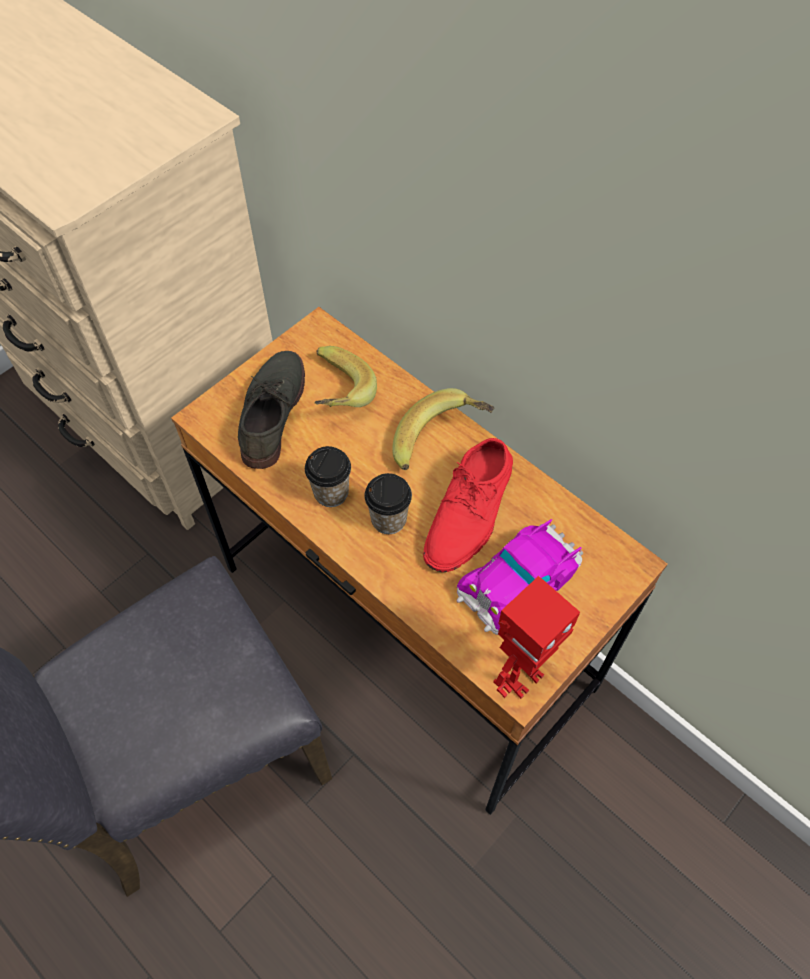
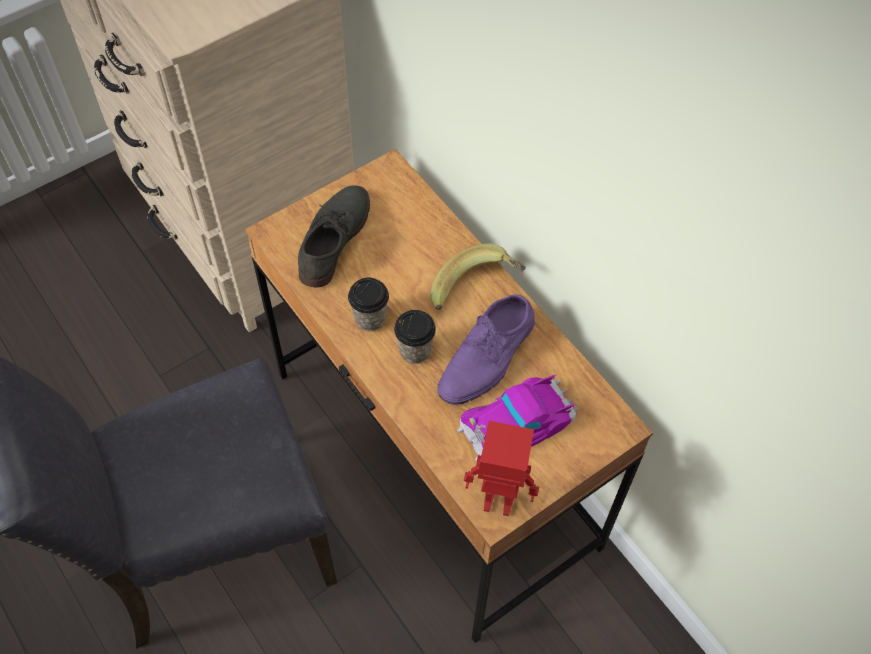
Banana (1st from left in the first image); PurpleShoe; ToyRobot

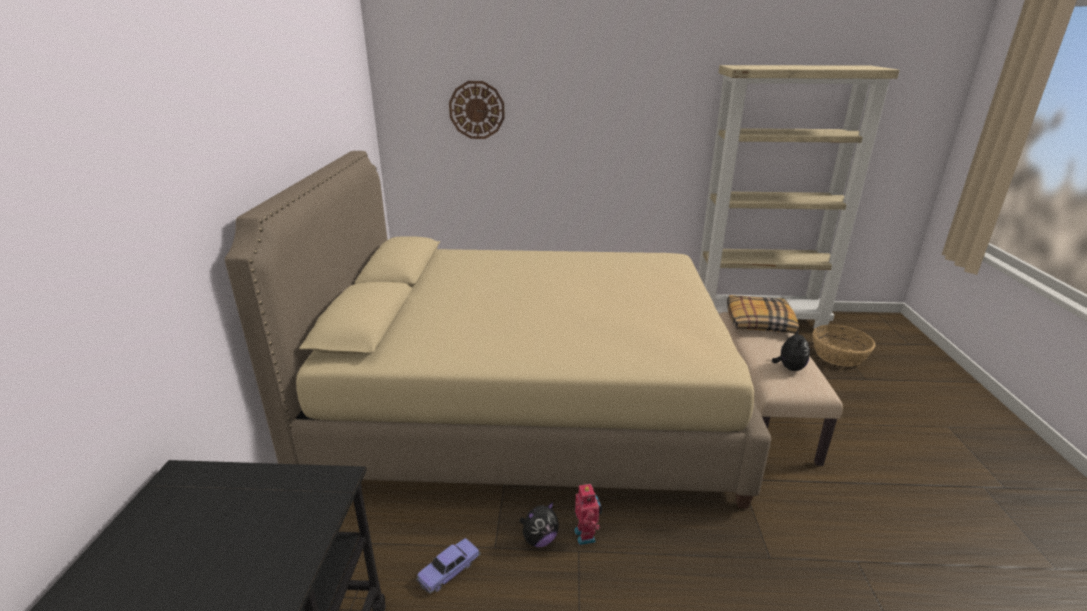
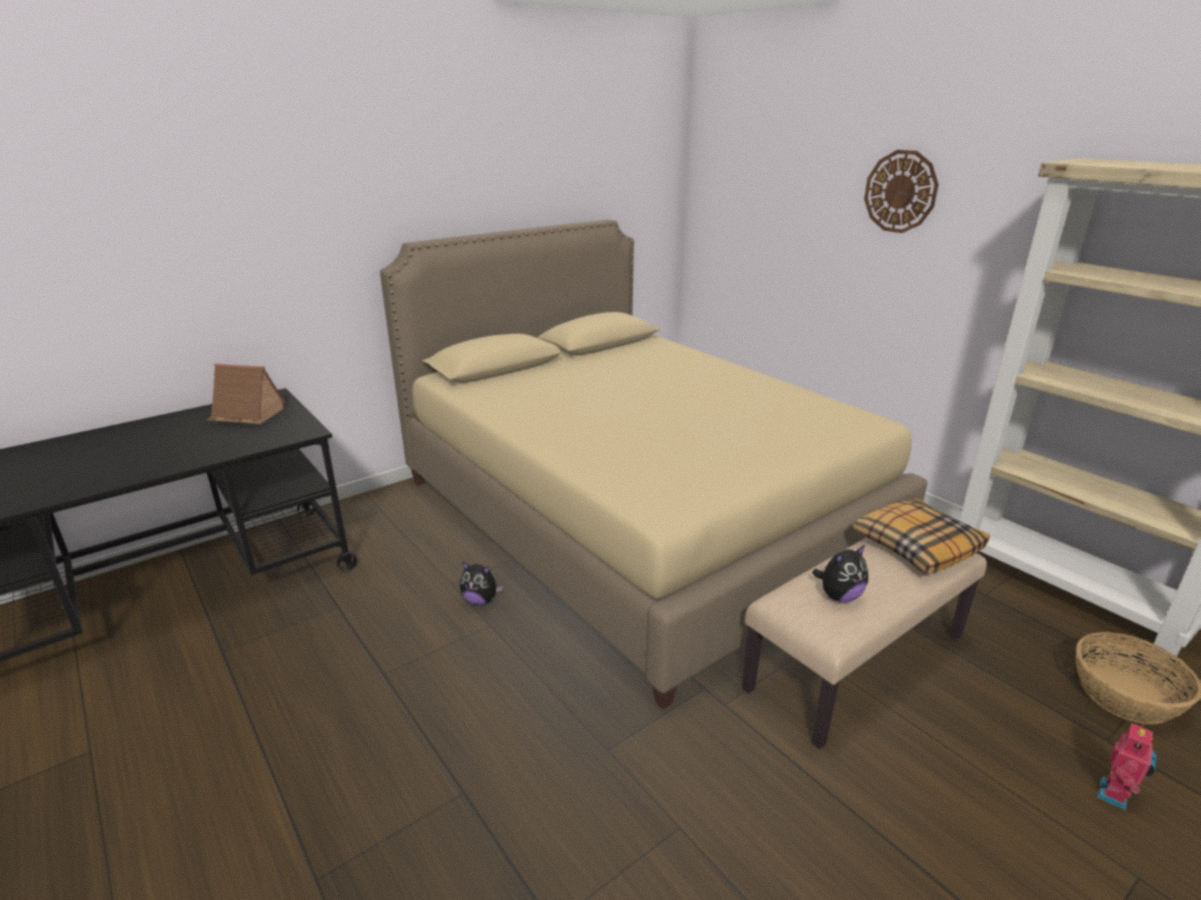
ToyCar; ToyHouse; WallClock; ToyRobot

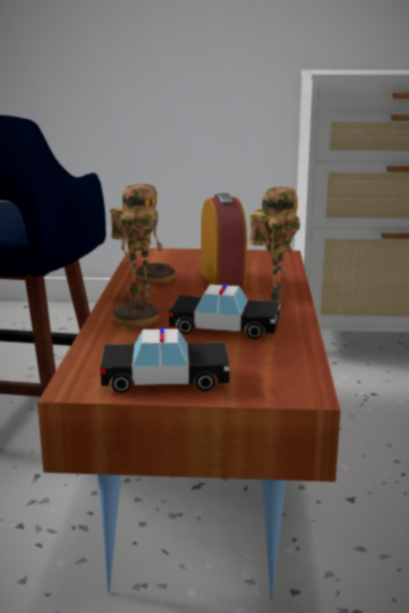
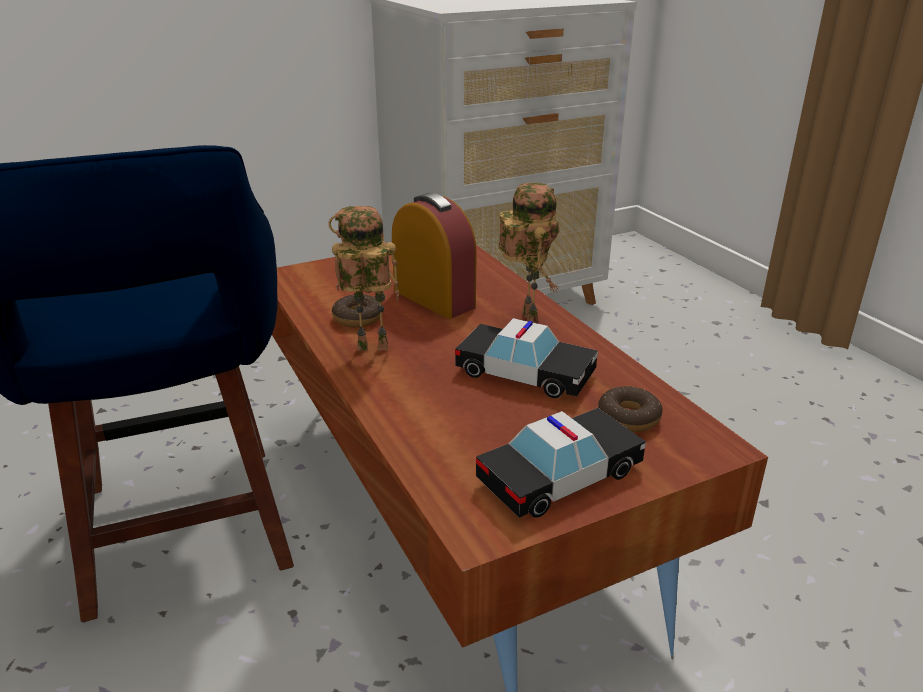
Donut (2nd from left); ToyRobot (1st from left); ToyCar (1st from left)

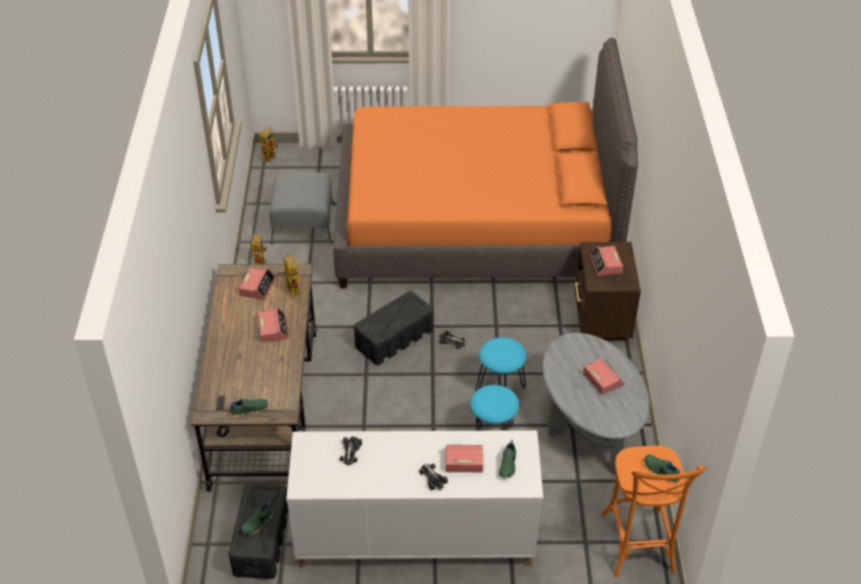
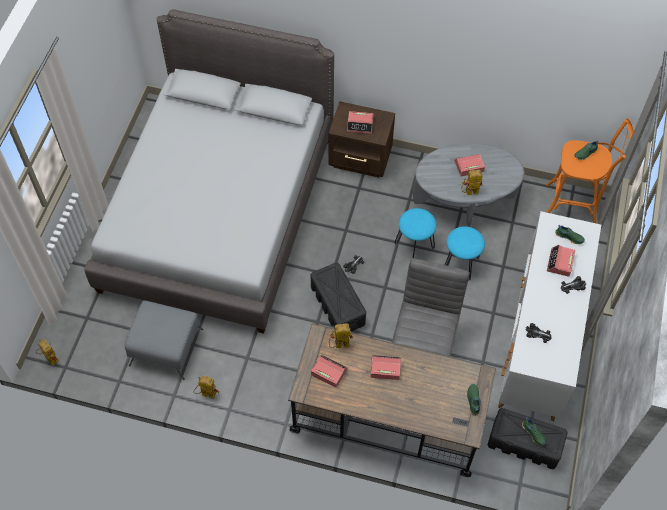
GreyChair; ToyRobot (4th from left); GreyBed

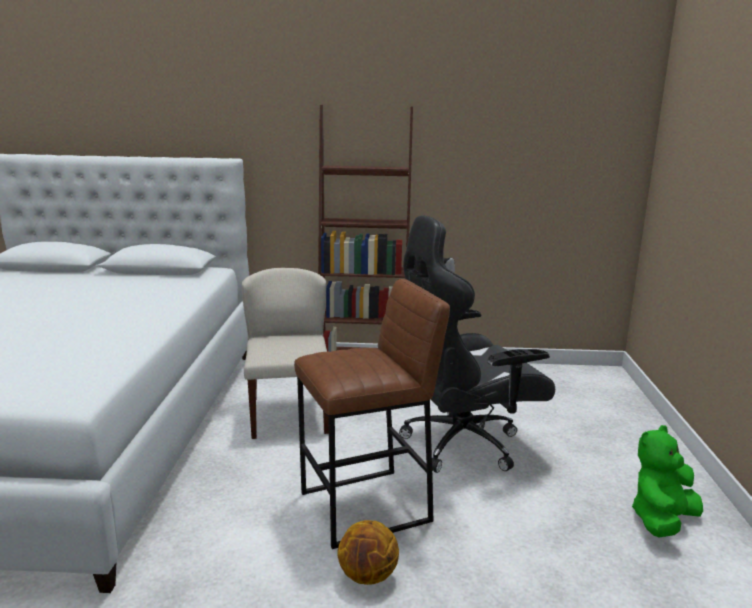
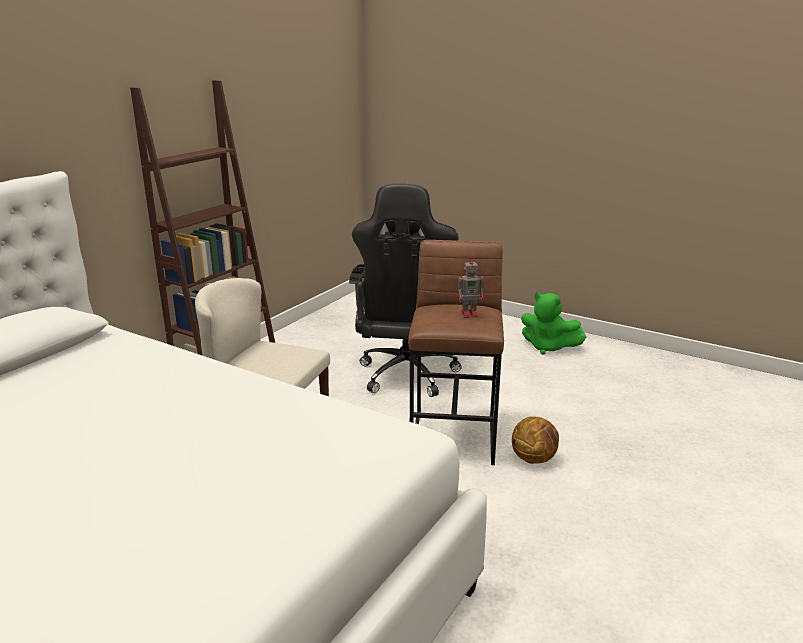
ToyRobot; GreenPlushToy

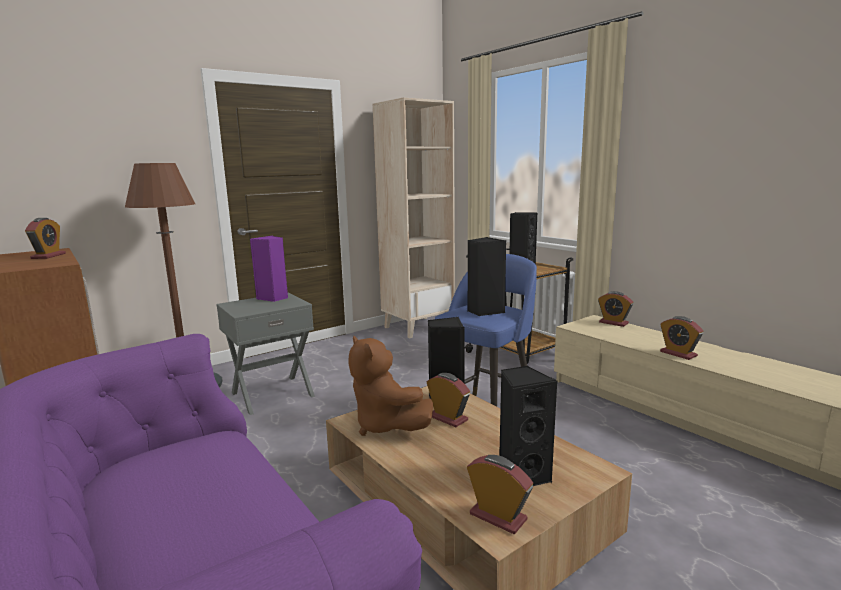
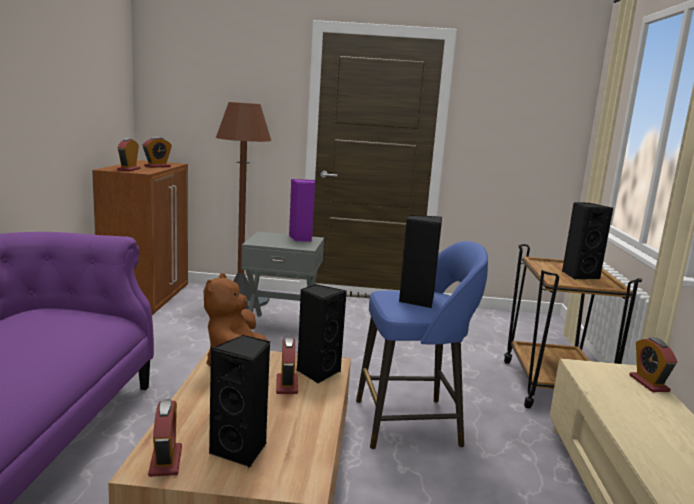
BeigeBookcase; AlarmClock (1st from left)

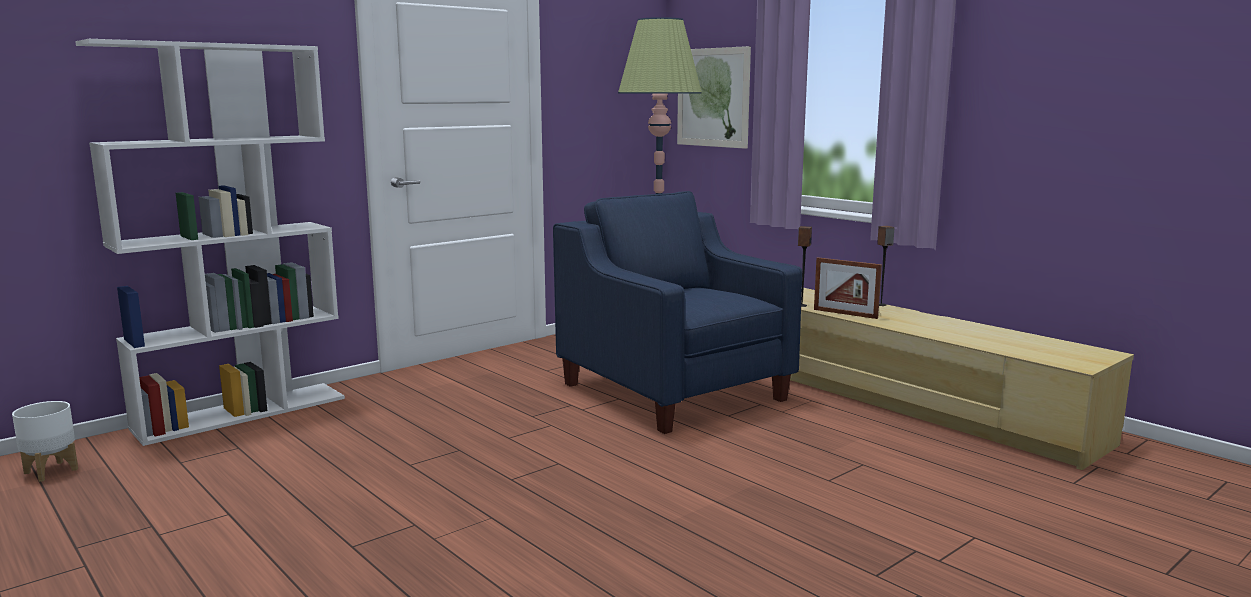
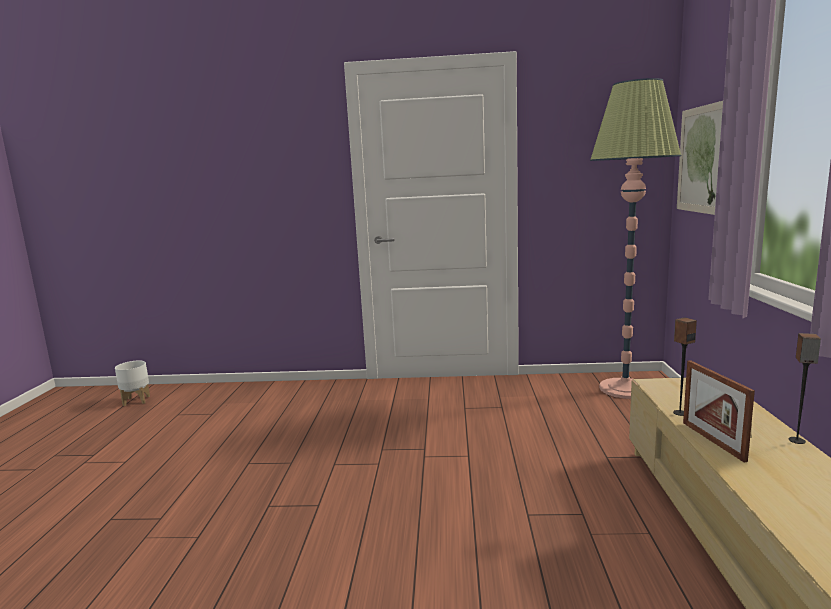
WhiteBookcase; BlueArmchair

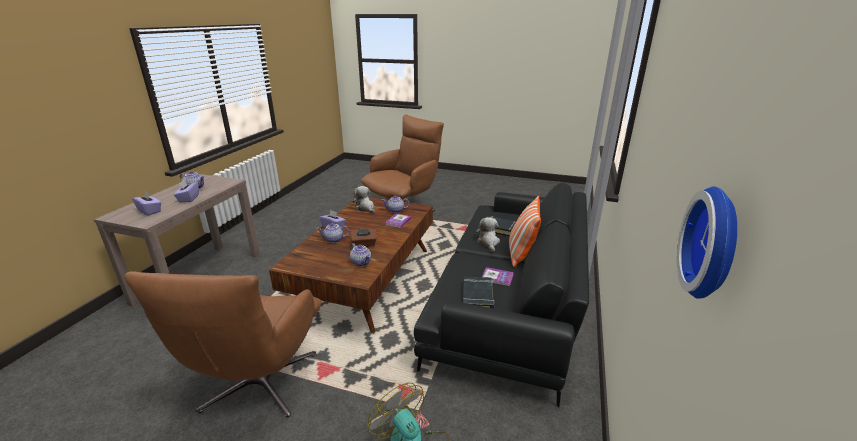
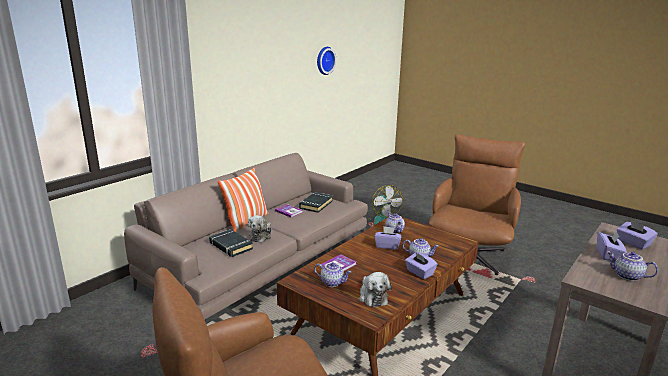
PurpleTissueBox (1st from left); BeigeSofa

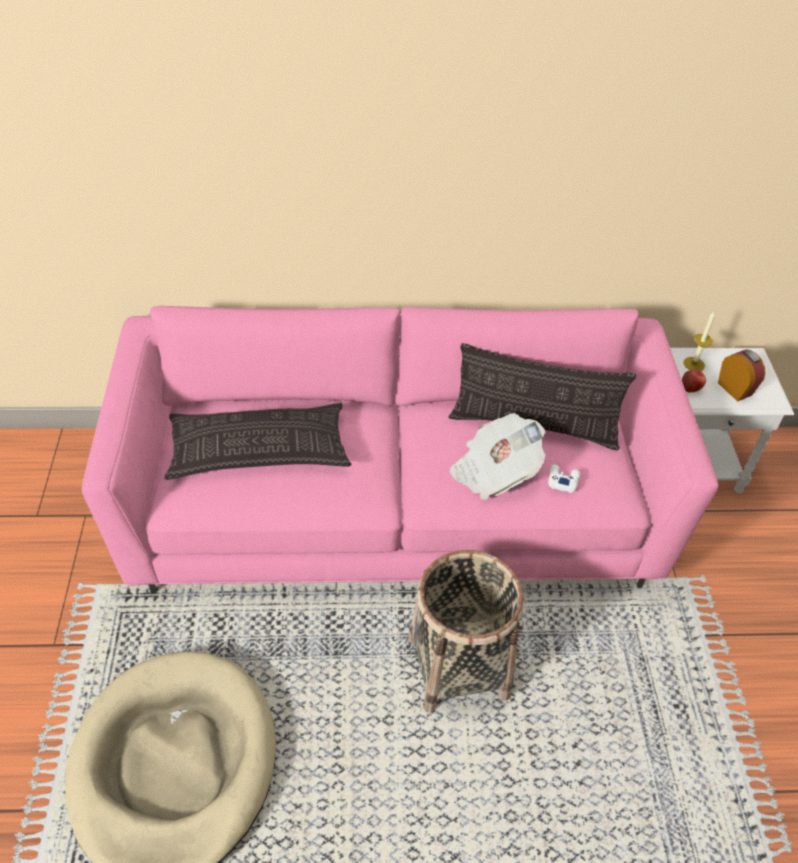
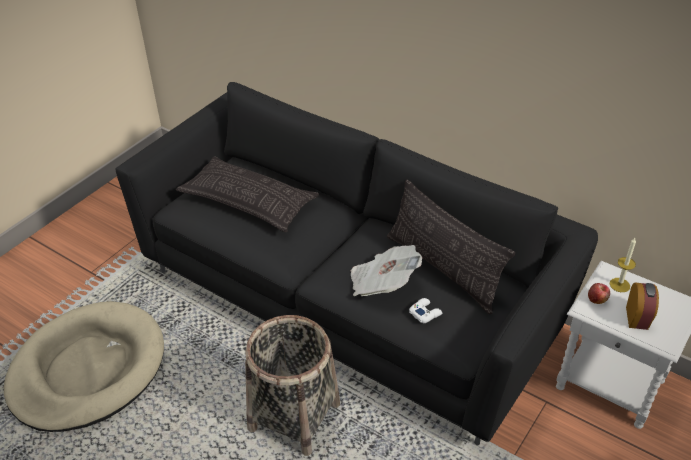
BlackSofa

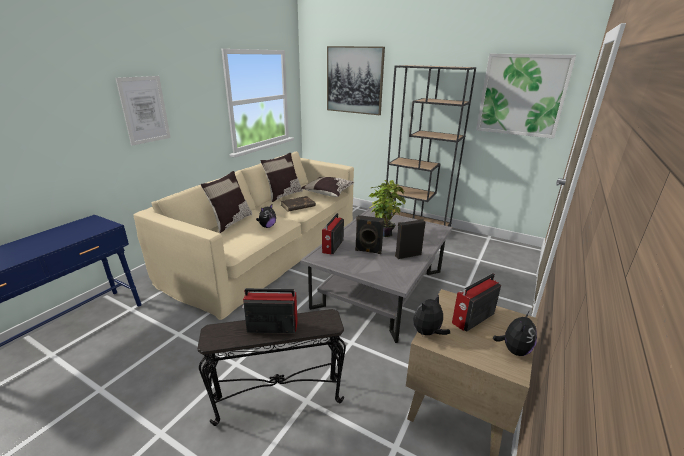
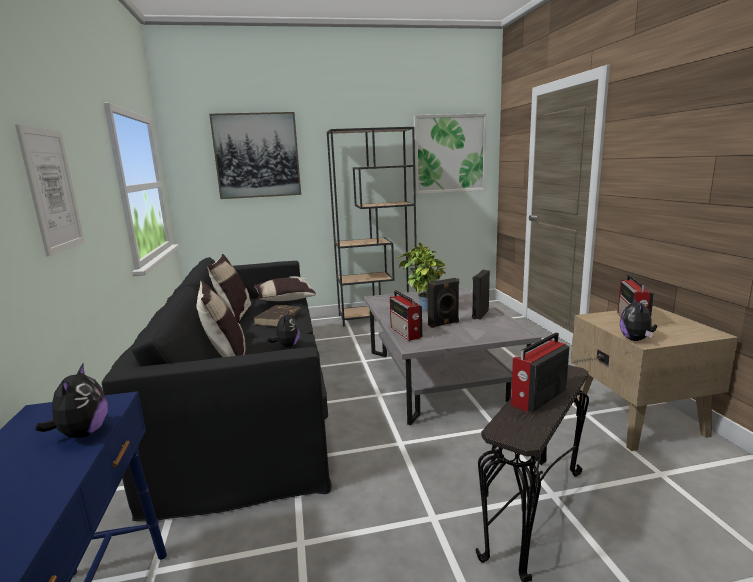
PlushToy (1st from left); BlackSofa

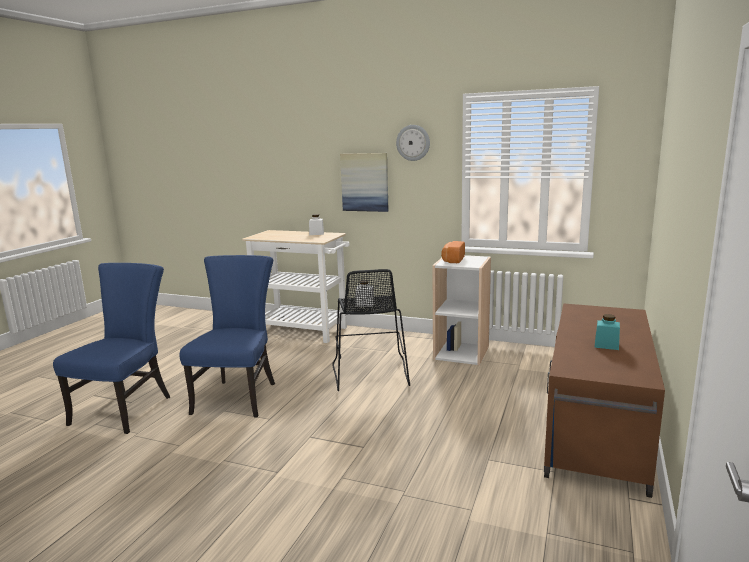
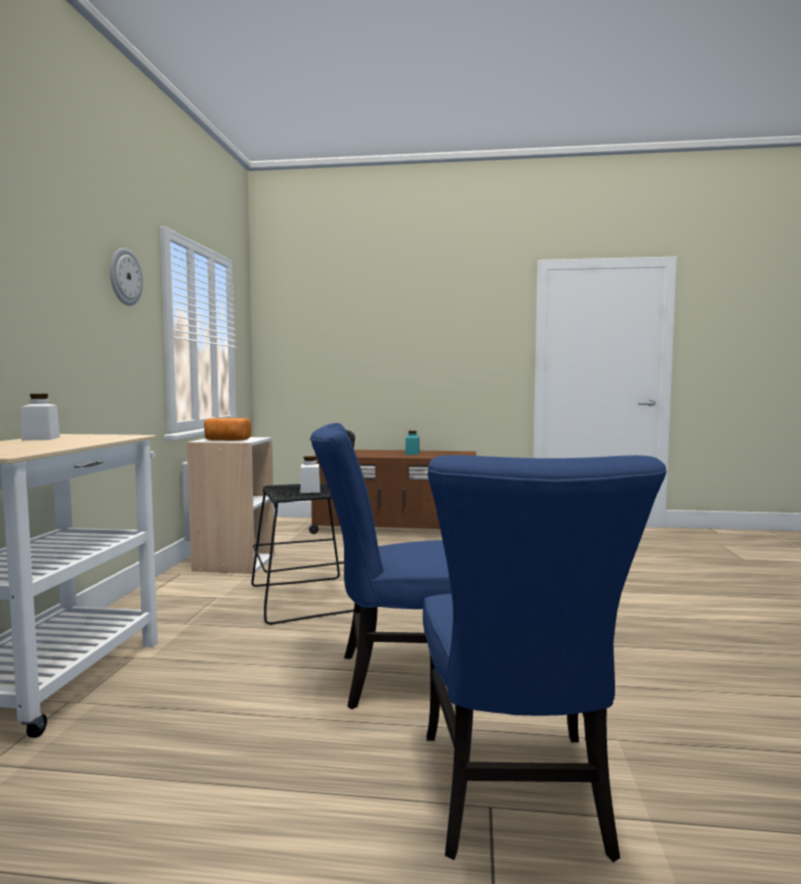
Picture; BlueChair (2nd from left)

